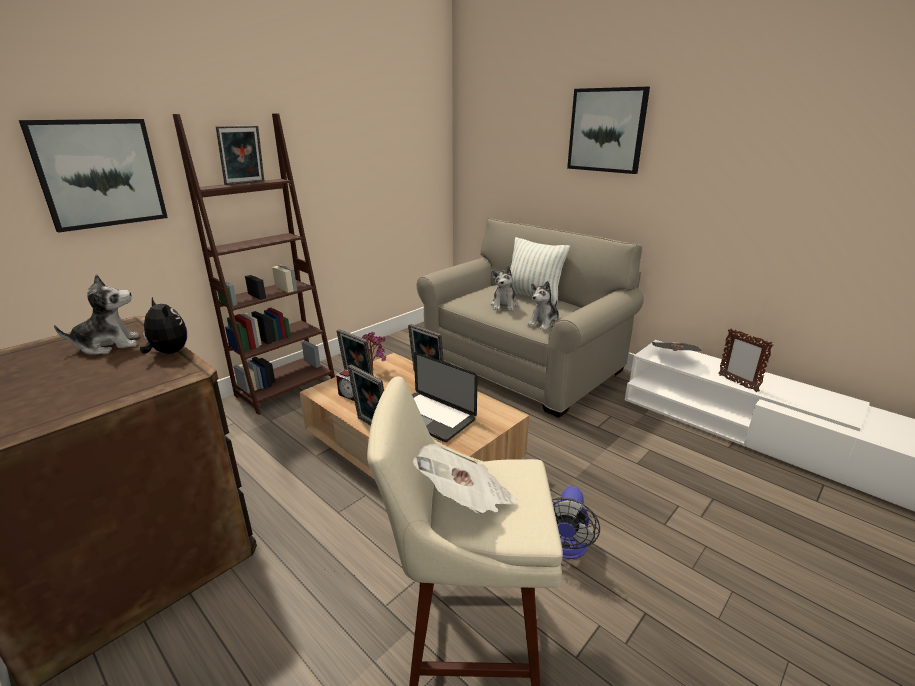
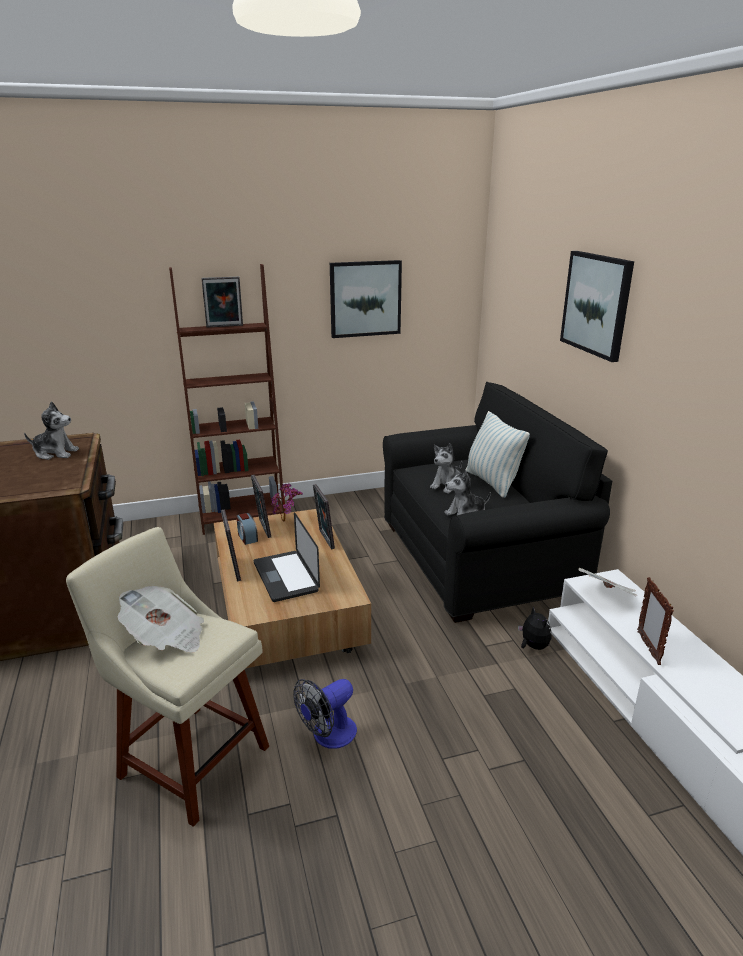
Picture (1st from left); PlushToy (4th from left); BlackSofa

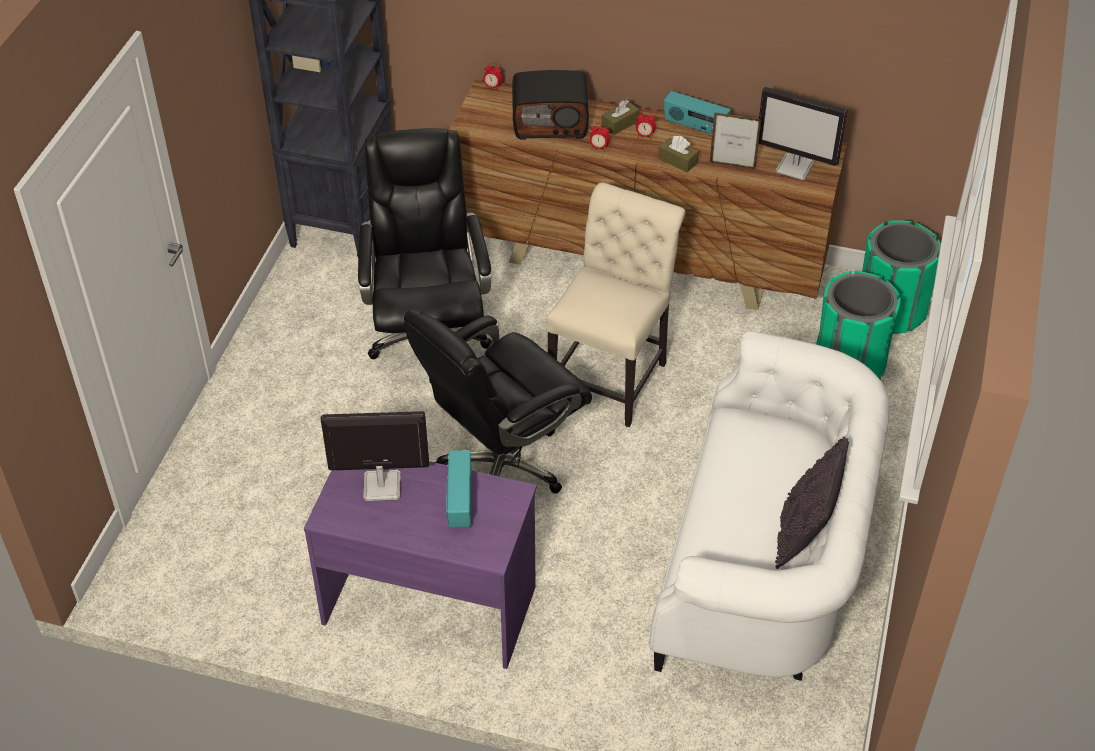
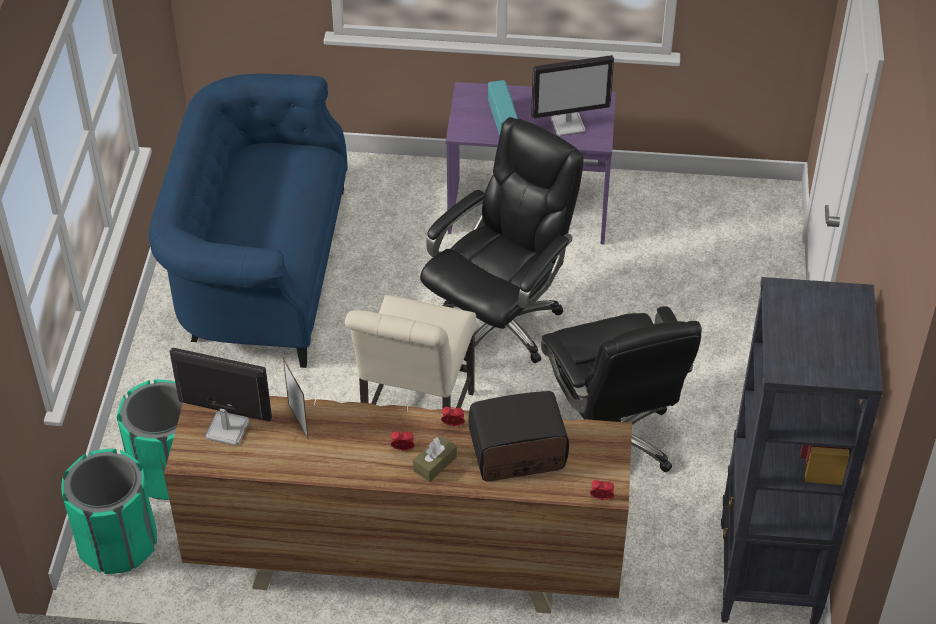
BrownTissueBox (2nd from left in the first image); Radio (3rd from left in the first image); BlackPillow; BlueSofa; PictureFrame

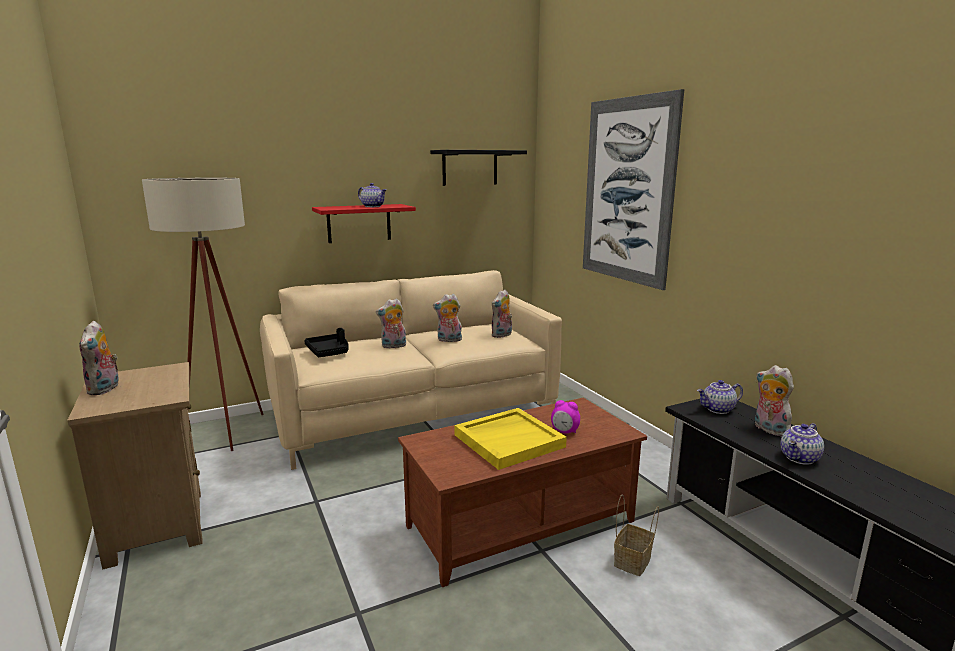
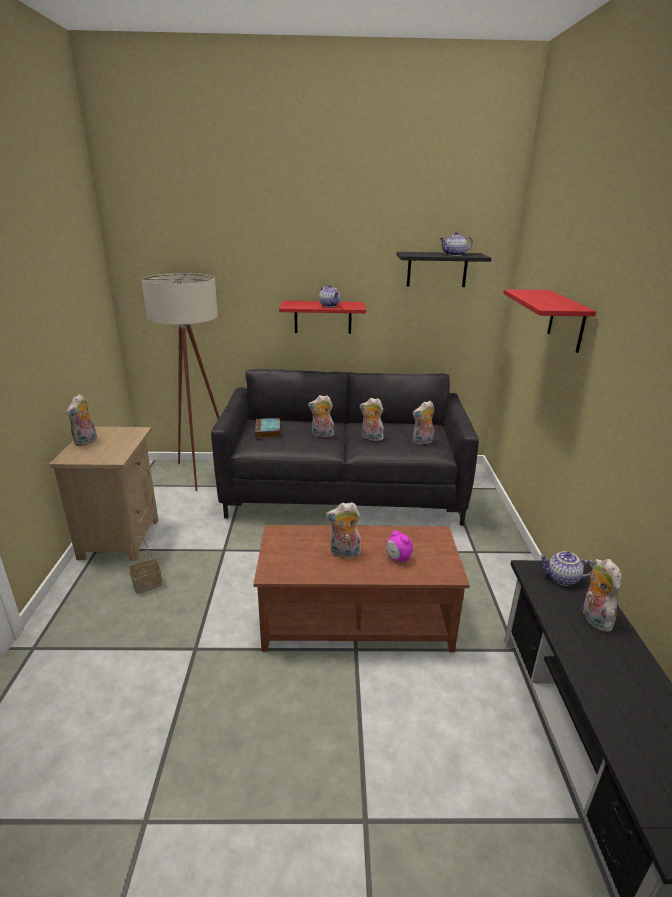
Basket; Teapot (2nd from left); Book; PlushToy (3rd from left); RedShelf (2nd from left); BlackSofa

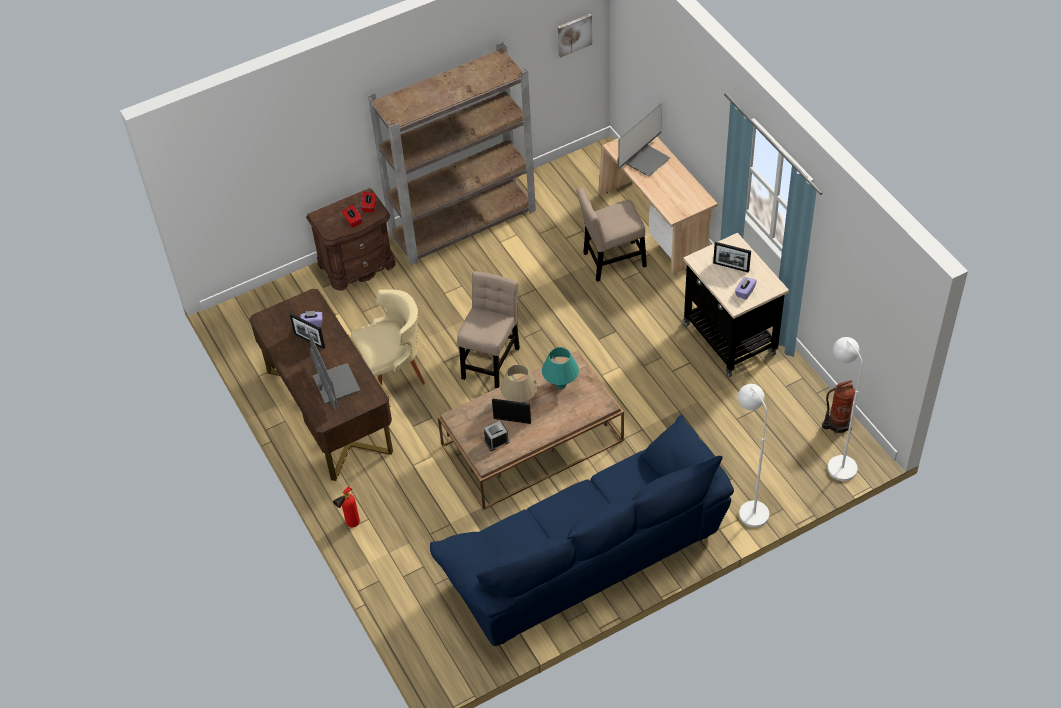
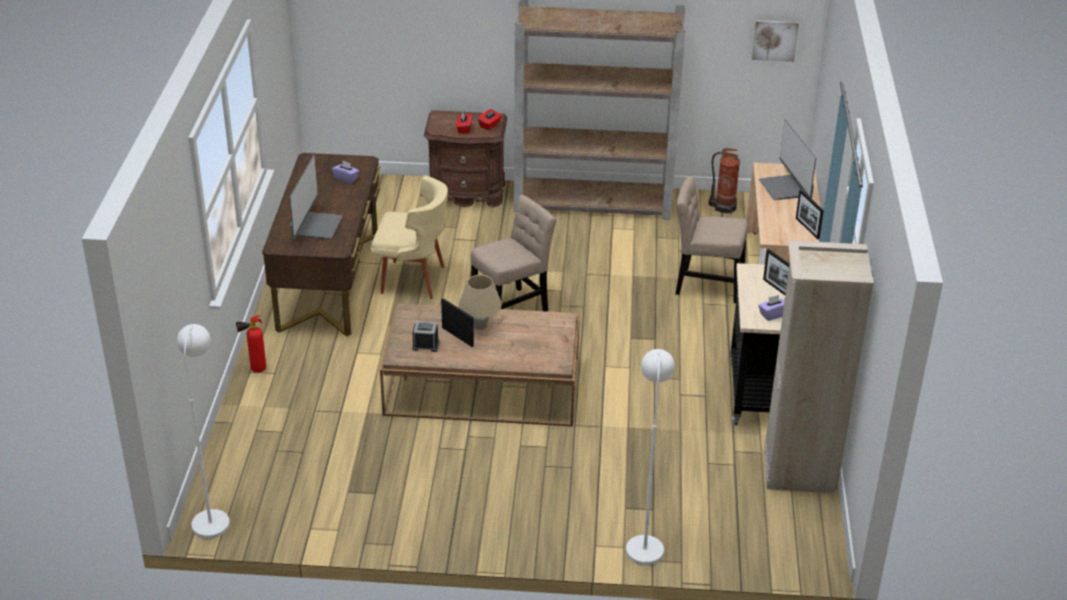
BlueSofa; TurquoiseTableLamp; BeigeCabinet; PictureFrame (3rd from left); FireExtinguisher (2nd from left); WhiteFloorLamp (1st from left); Monitor (2nd from left)

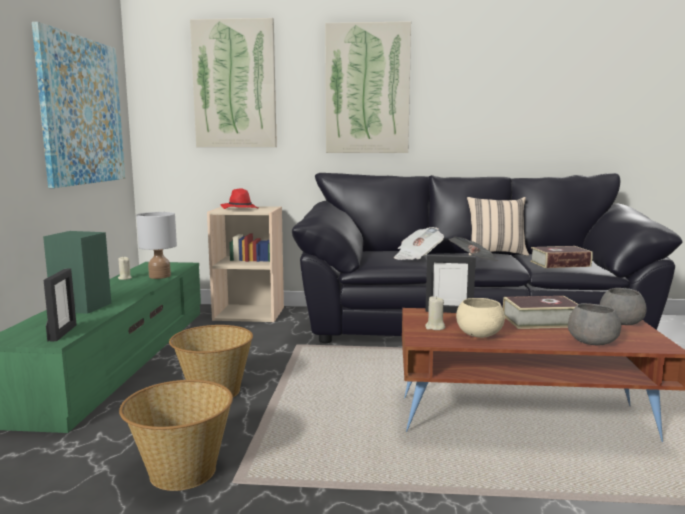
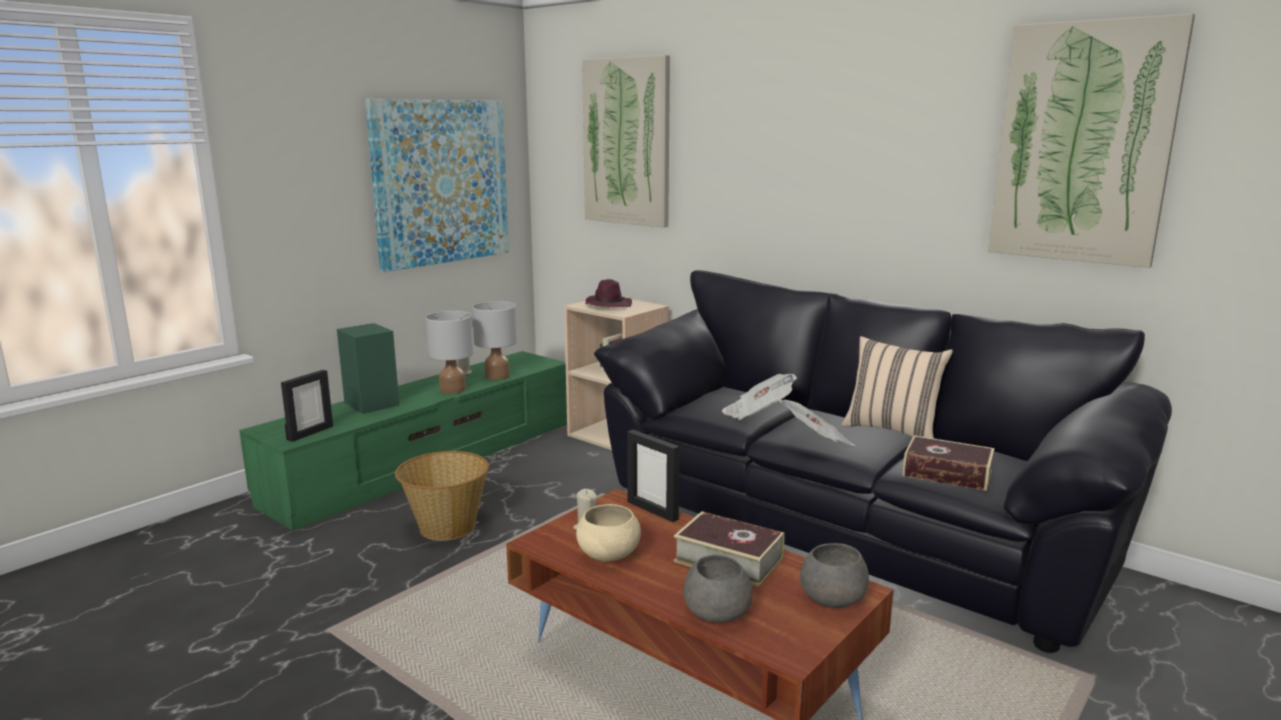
Basket (1st from left in the first image); GreyTableLamp (1st from left); Picture (3rd from left); PurpleHat

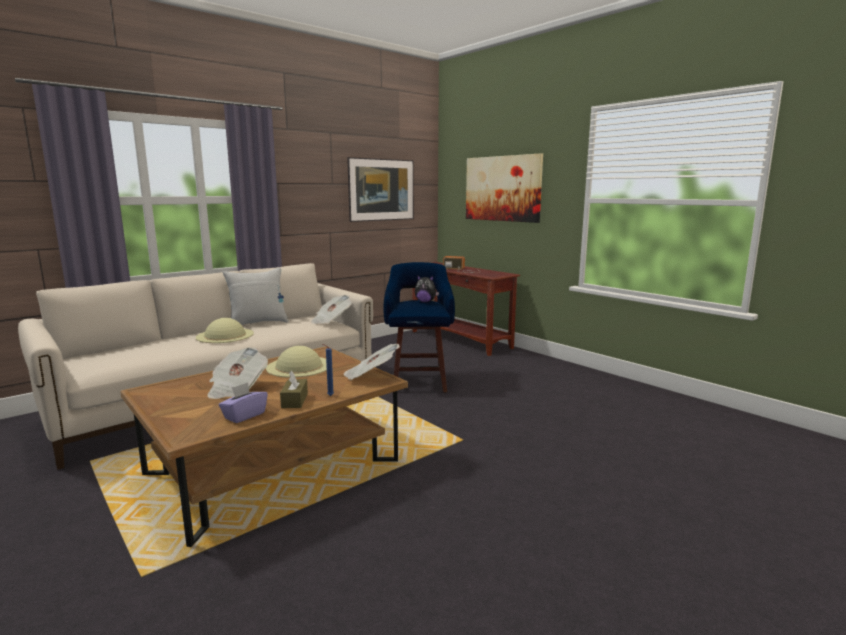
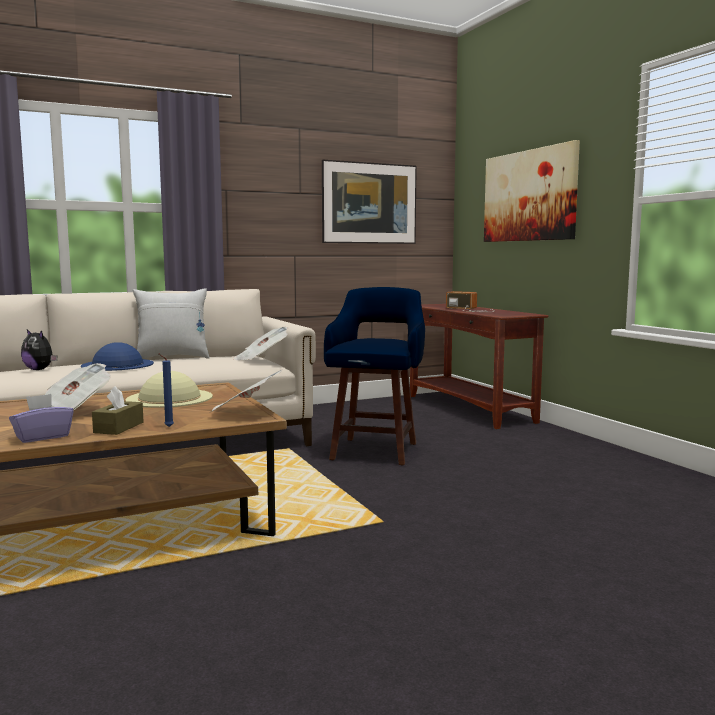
PlushToy; BlueHat

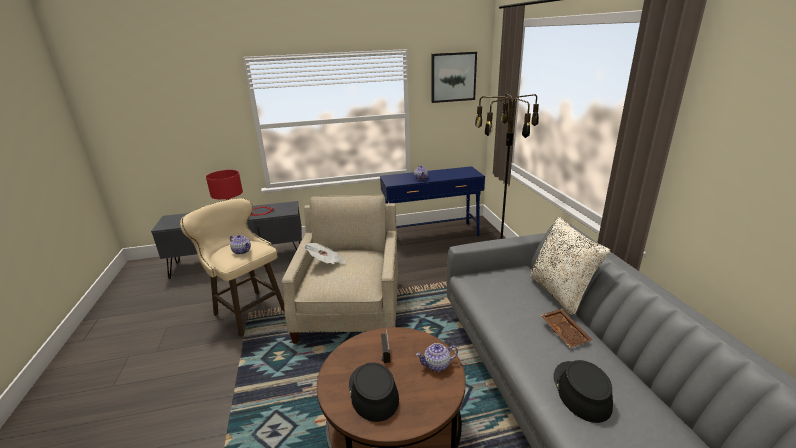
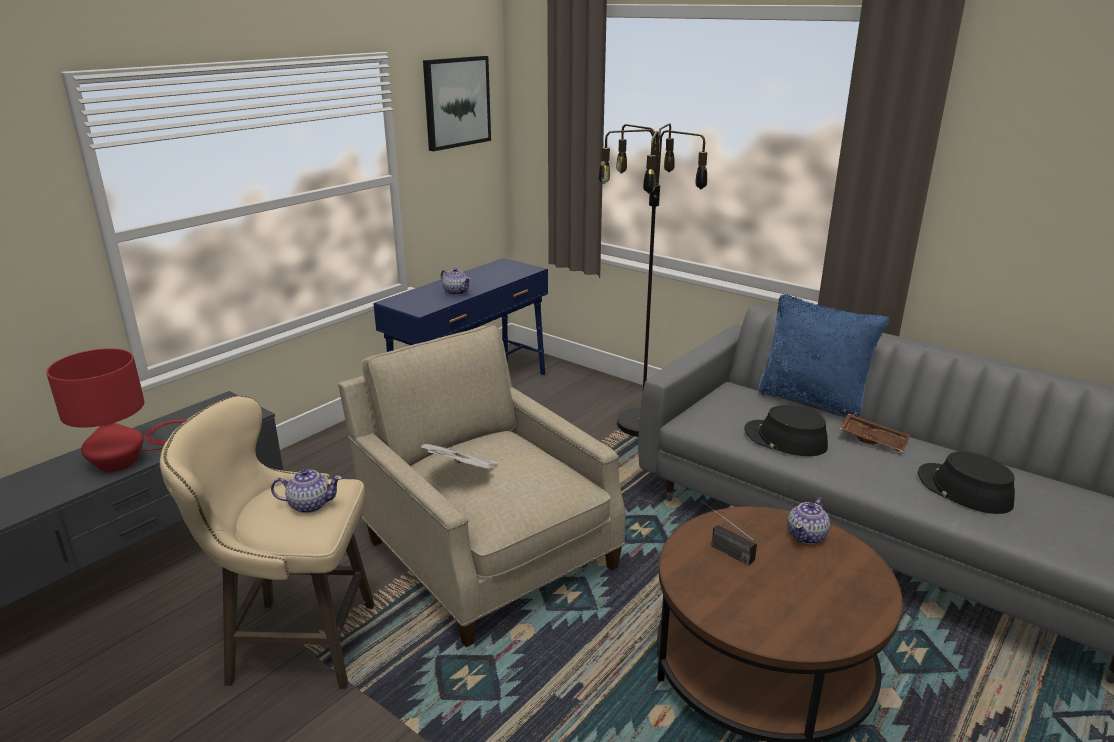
BlackHat (1st from left); BluePillow

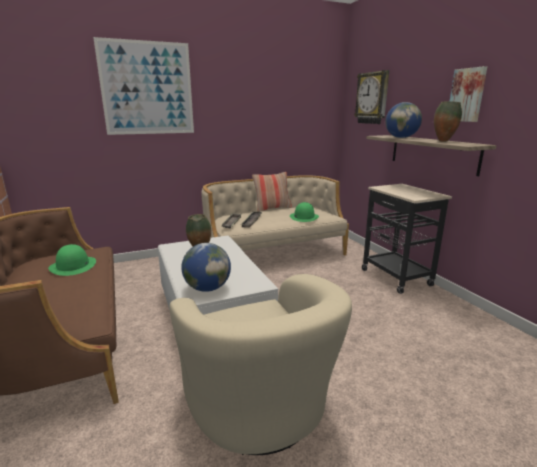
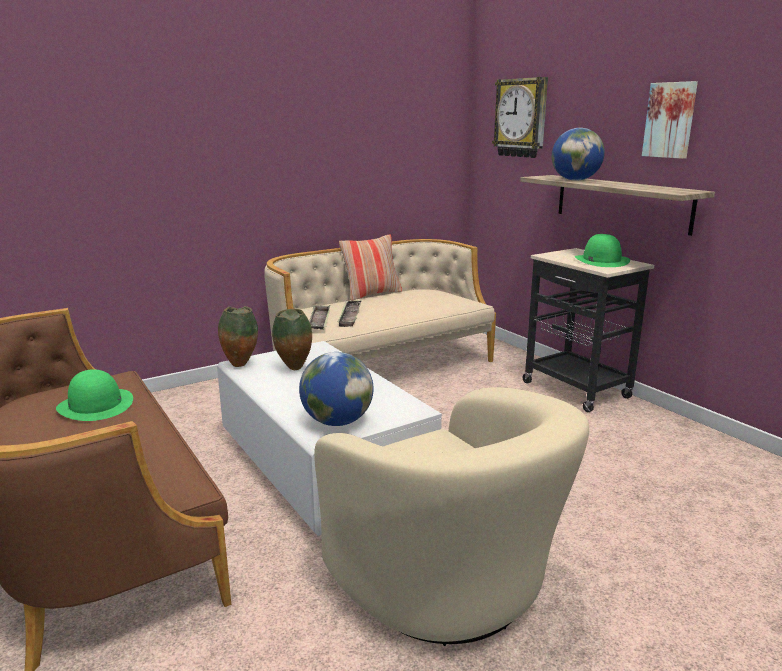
Picture (1st from left in the first image); GreenHat (2nd from left); Vase (1st from left)

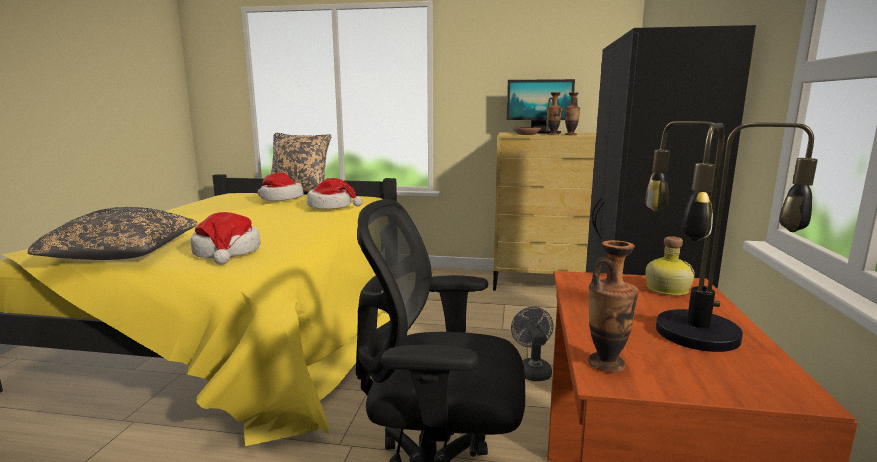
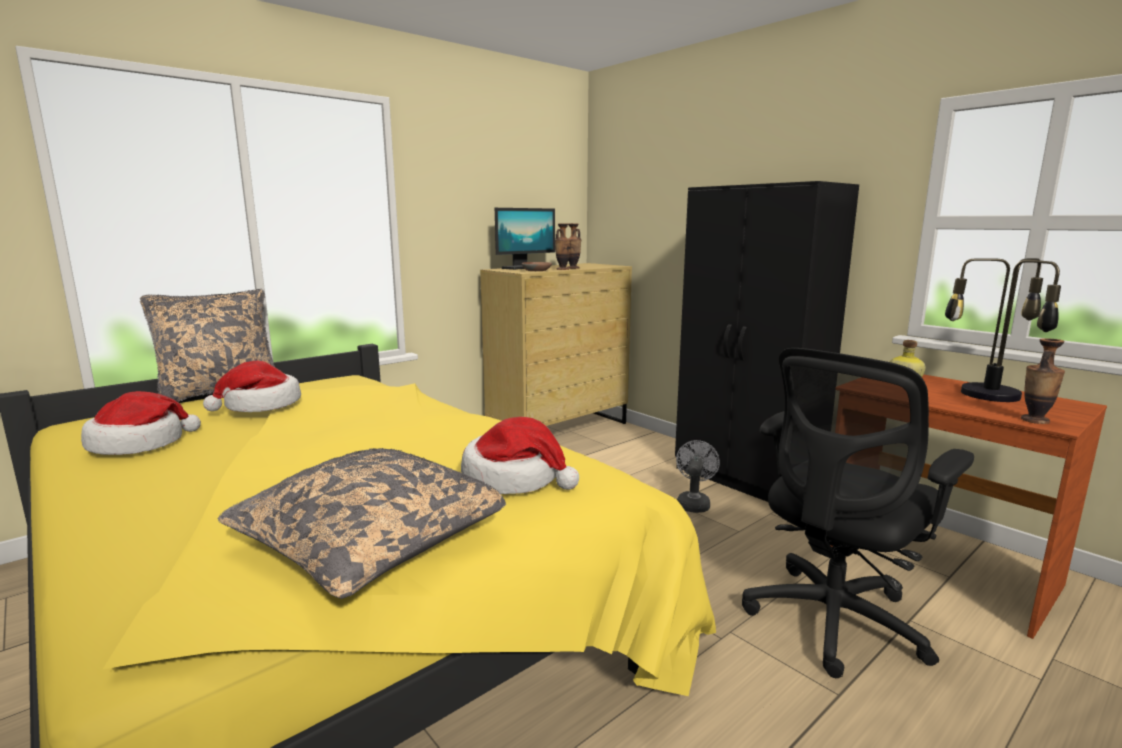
Hat (1st from left); GreyFan

